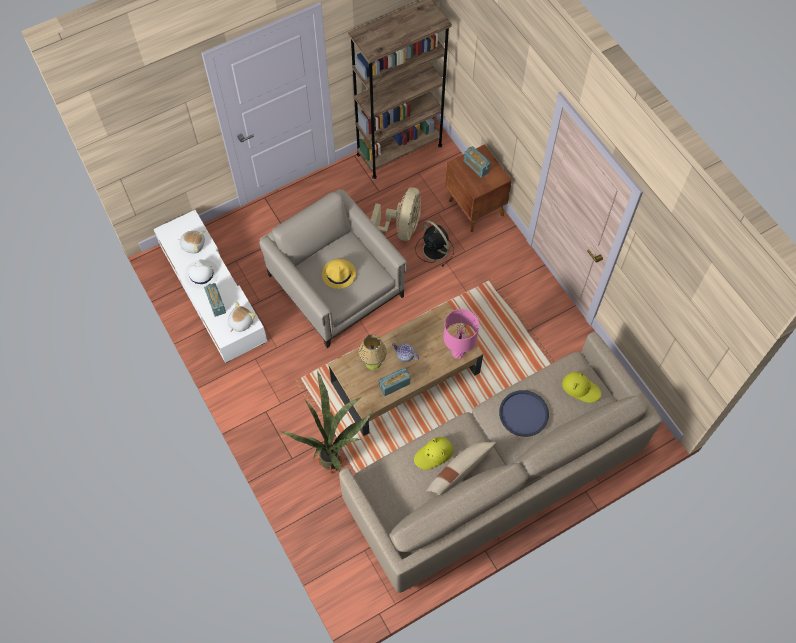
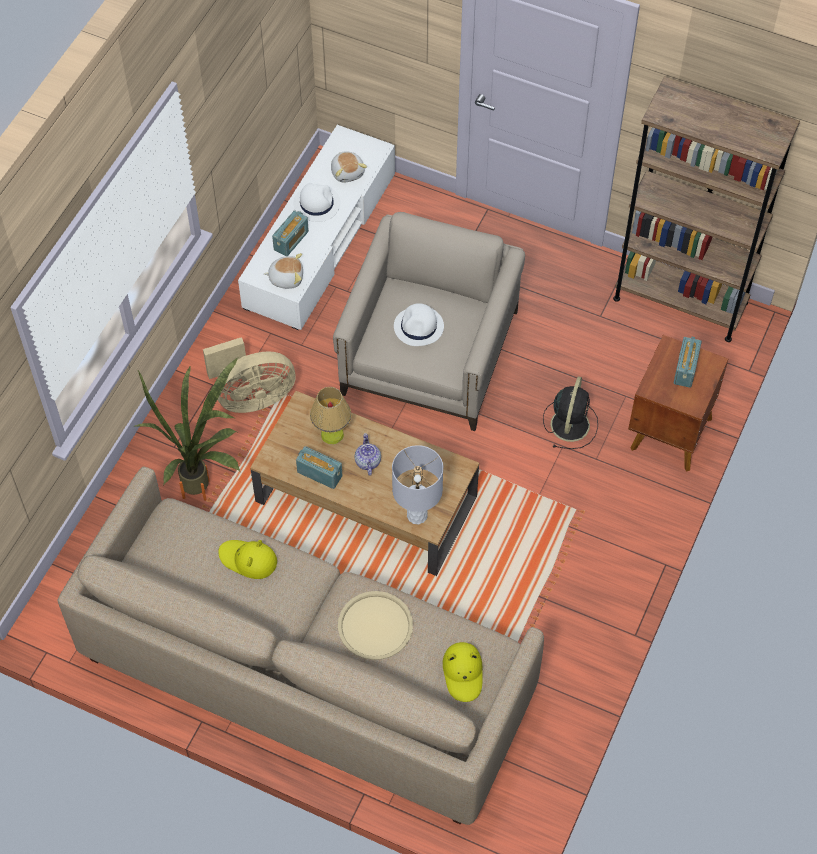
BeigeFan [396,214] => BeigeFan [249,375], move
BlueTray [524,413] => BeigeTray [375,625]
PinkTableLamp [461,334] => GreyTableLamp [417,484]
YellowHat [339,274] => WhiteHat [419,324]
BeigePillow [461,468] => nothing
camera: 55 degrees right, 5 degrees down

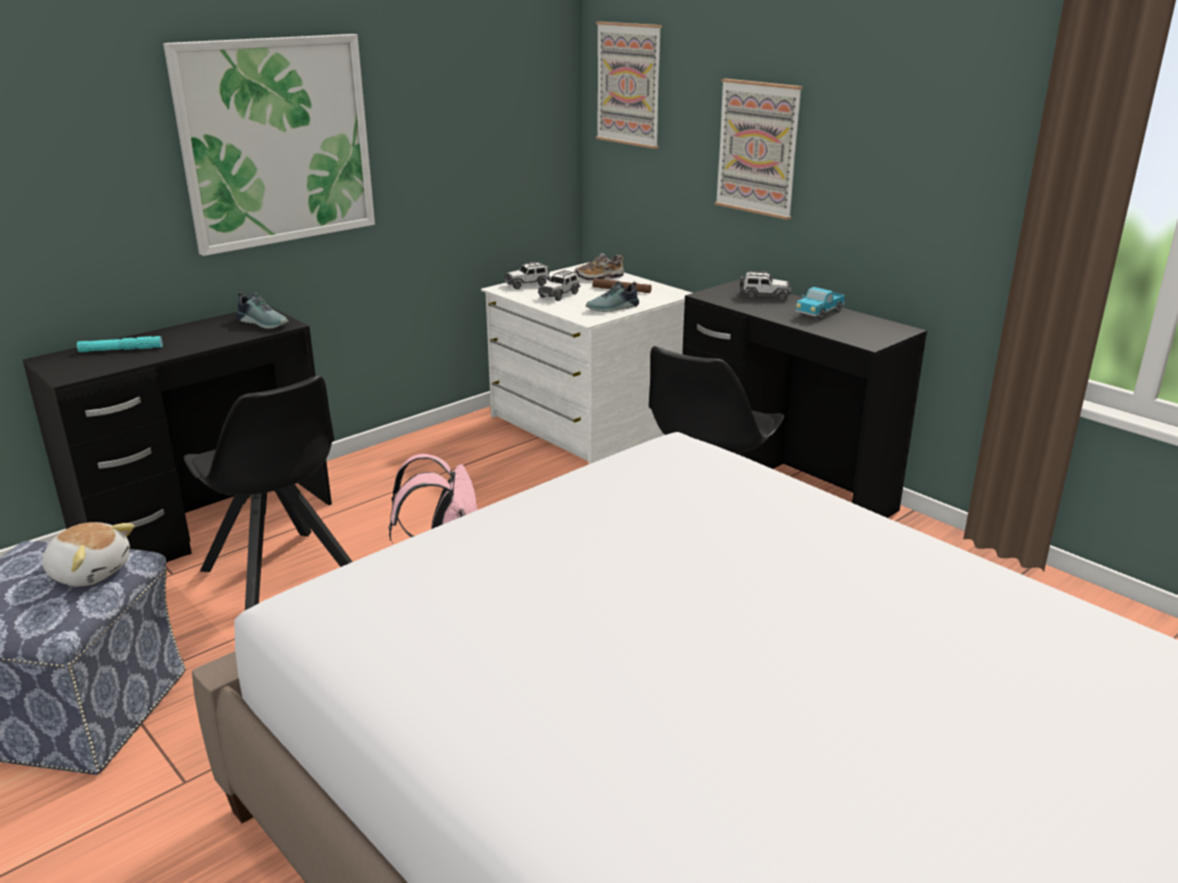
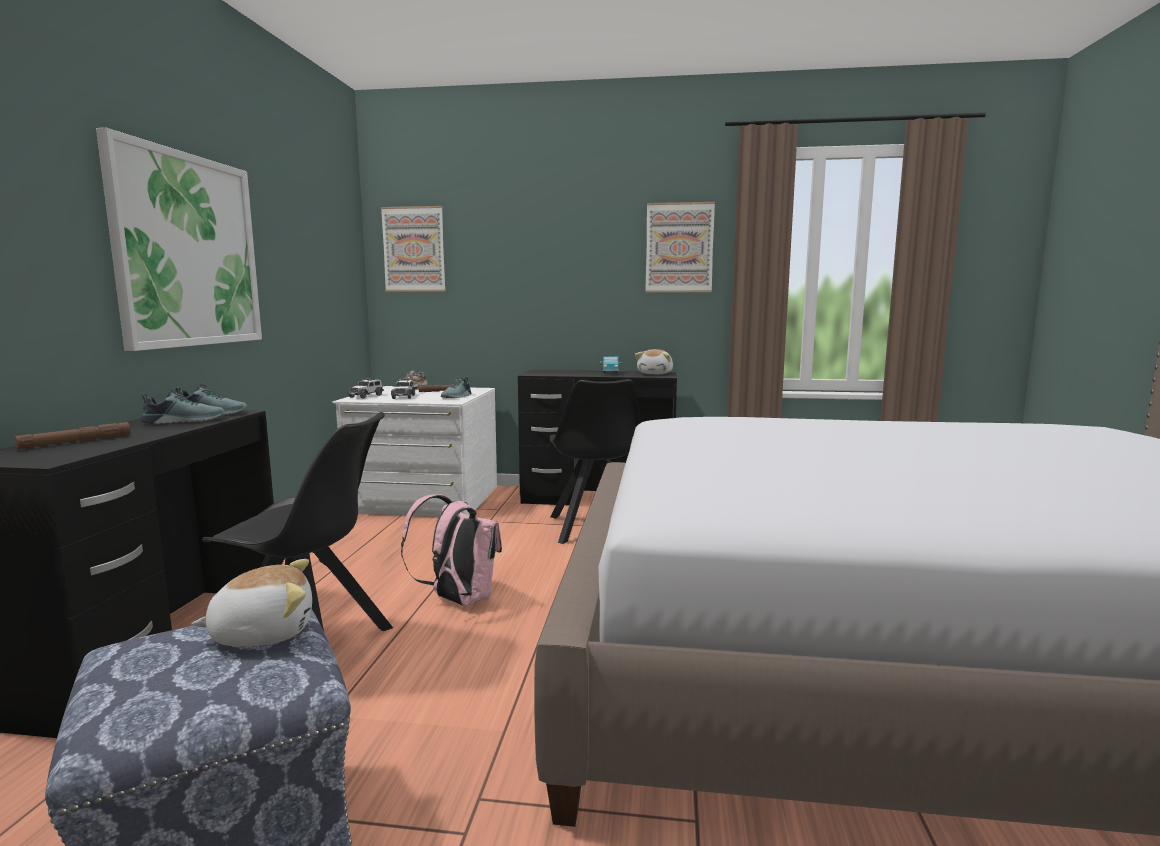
TurquoiseFlashlight [120,344] => BrownFlashlight [72,435]
nothing => Shoe [182,406]
nothing => PlushToy [654,361]
Picture [759,149] => Picture [680,247], move
ToyCar [766,286] => nothing
camera: 40 degrees left, 15 degrees down

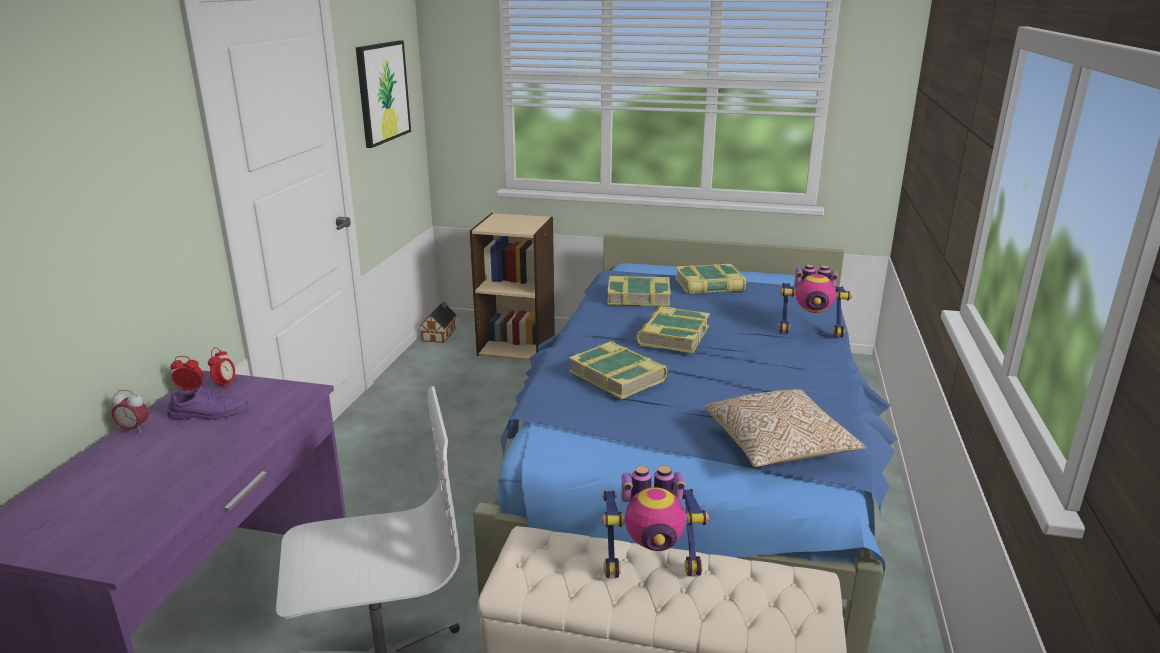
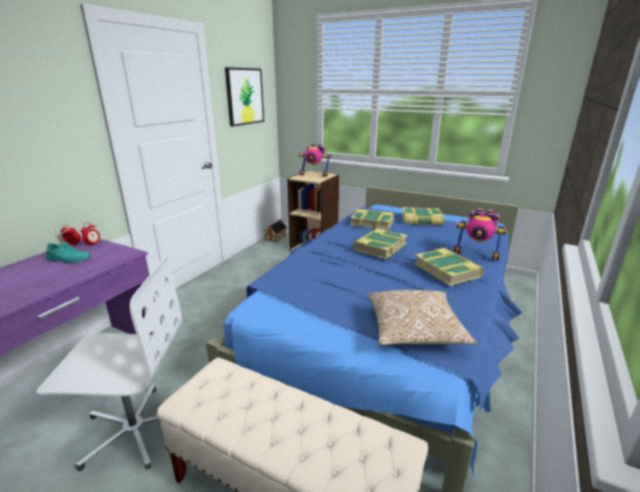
PurpleShoe [208,403] => TurquoiseShoe [68,253]
ToyRobot [655,521] => ToyRobot [314,160], move
Book [618,370] => Book [449,267], move
AlarmClock [130,411] => nothing
camera: 15 degrees right, 0 degrees up

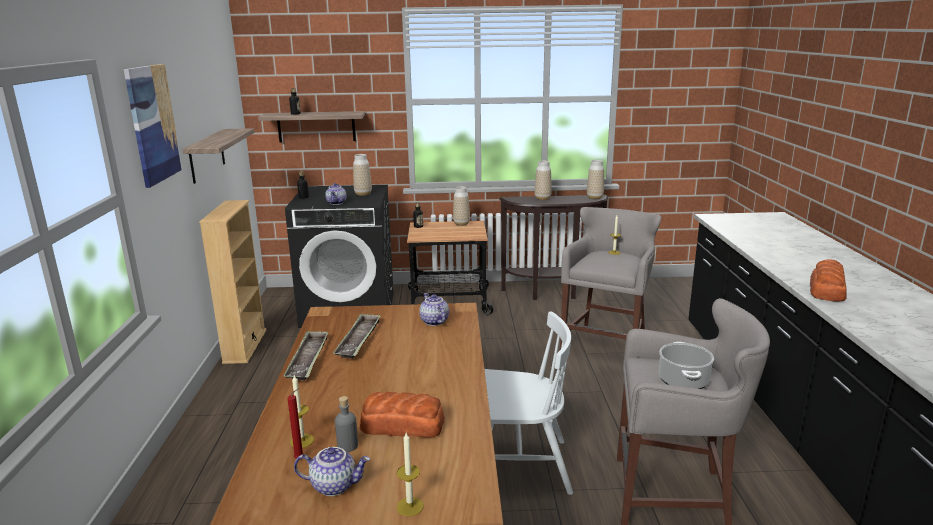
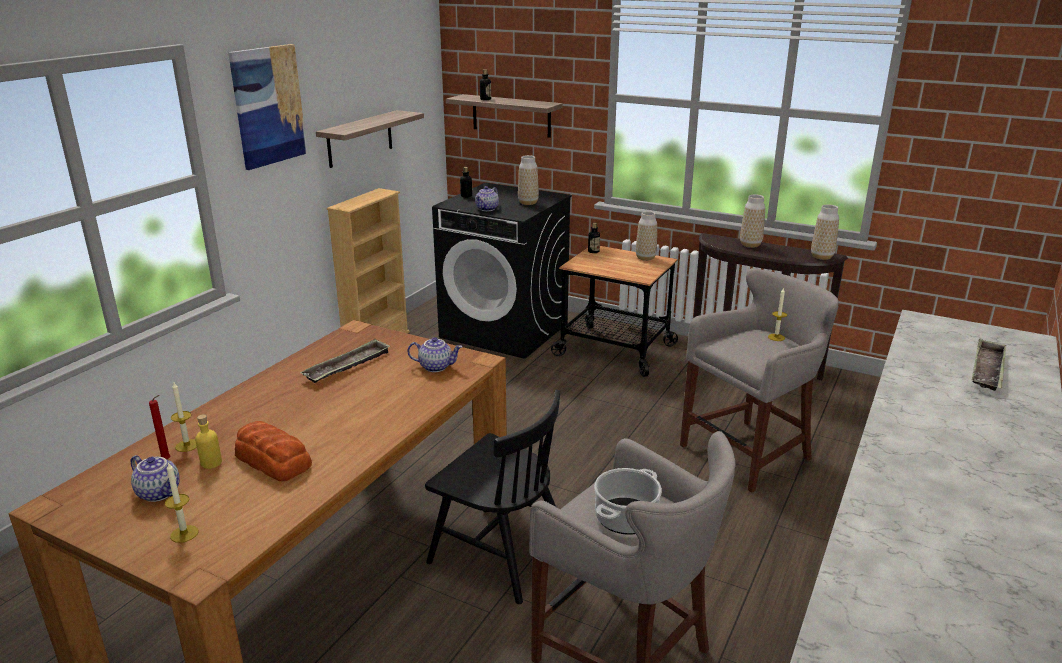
GreyBottle [346,424] => YellowBottle [208,441]
Teapot [434,309] => Teapot [435,354], 90 degrees clockwise
WhiteChair [528,403] => BlackChair [492,497]
Tray [306,356] => Tray [989,364], move
Bread [828,280] => nothing
camera: 30 degrees right, 5 degrees up

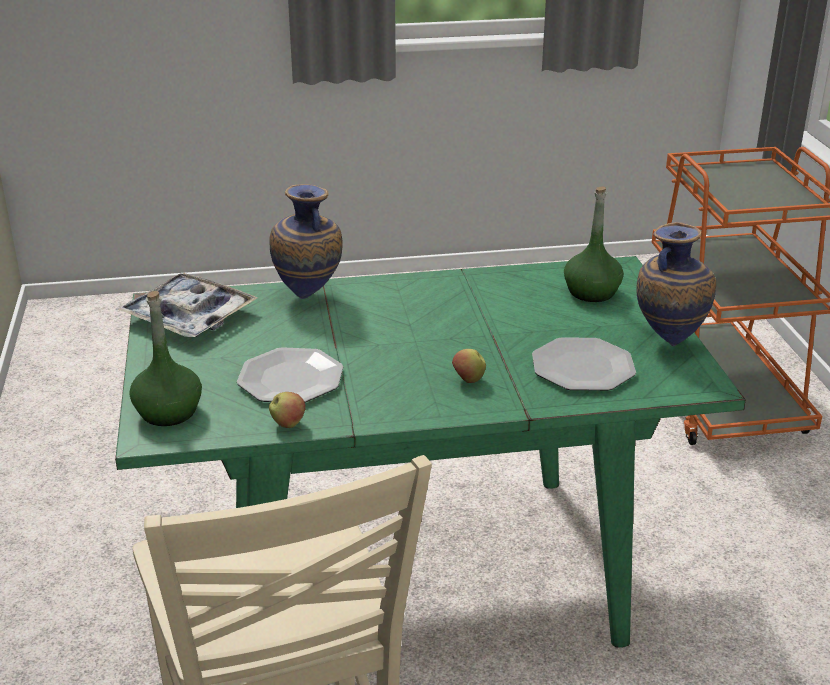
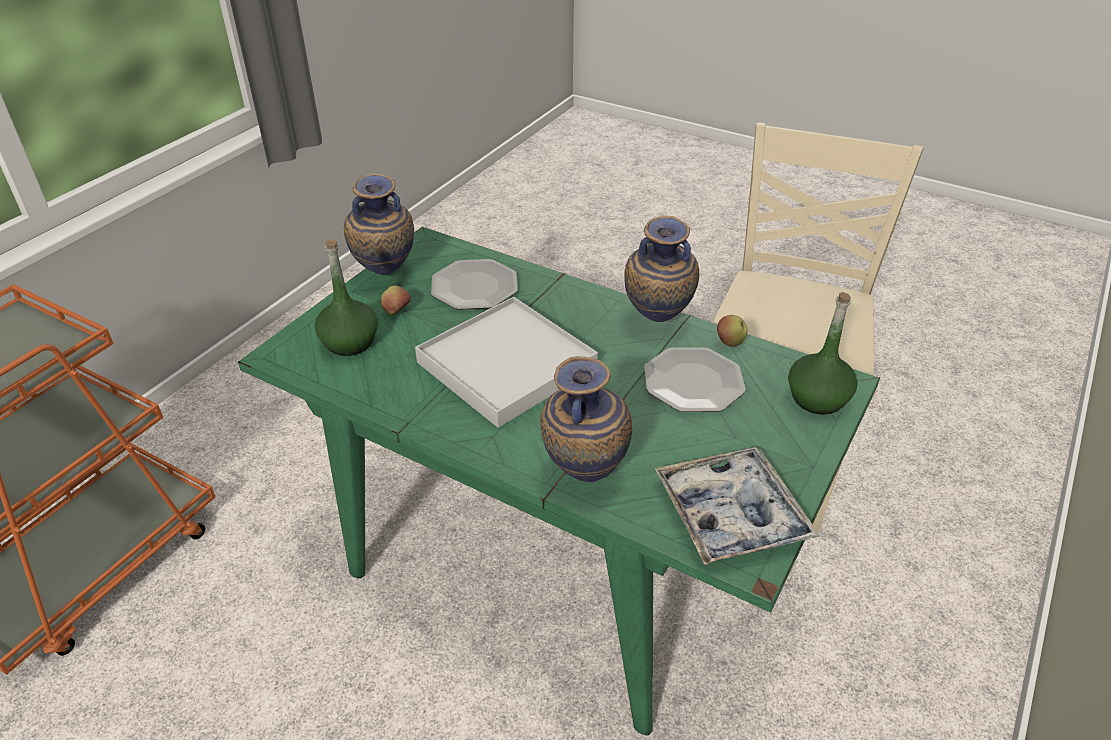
Apple [469,366] => Apple [396,300], move
nothing => WhiteTray [506,362]
nothing => Vase [661,269]
camera: 140 degrees left, 10 degrees up

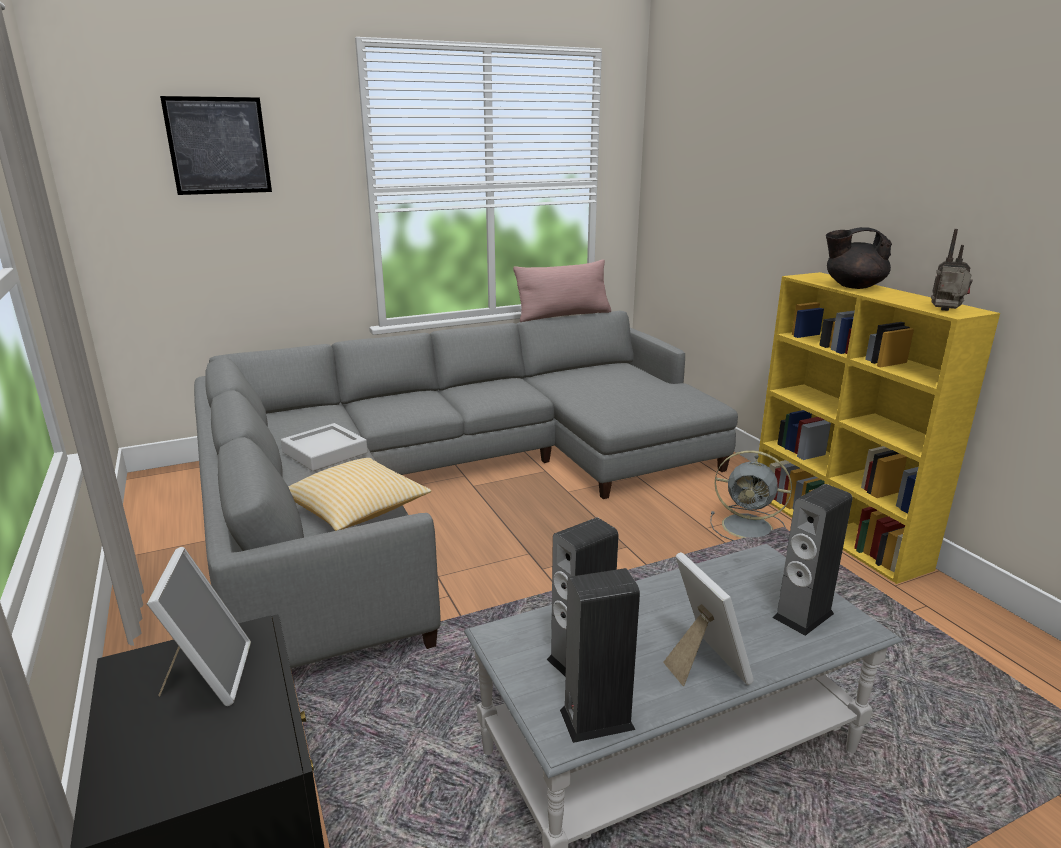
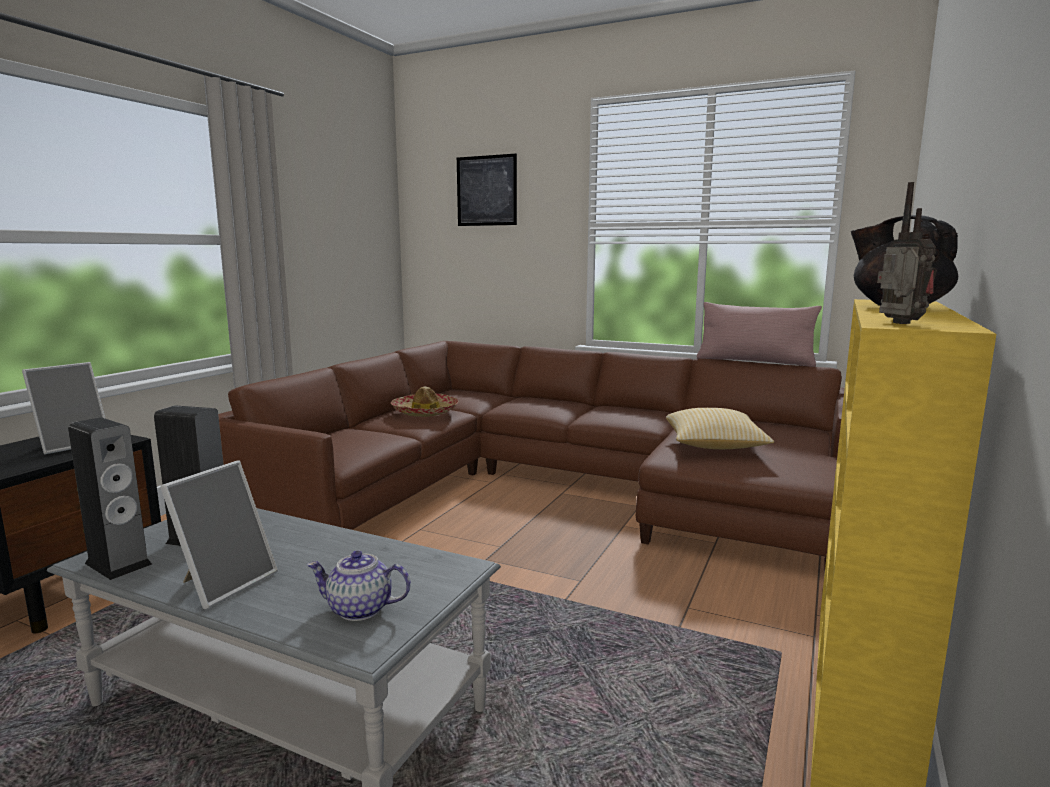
GreySofa [466,490] => BrownSofa [531,457]
Speaker [812,560] => Teapot [359,585]
GreyTray [324,447] => Hat [425,401]
Pillow [360,494] => Pillow [720,428], move
GreyFan [751,495] => nothing
camera: 50 degrees right, 10 degrees down

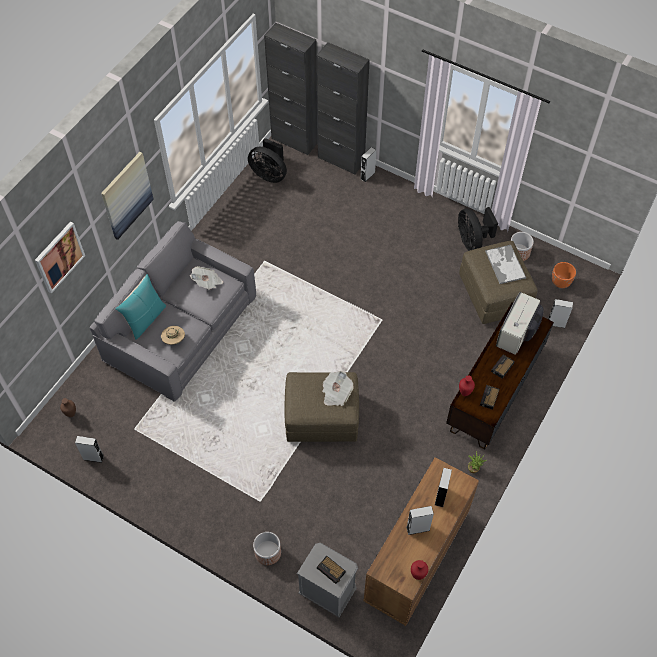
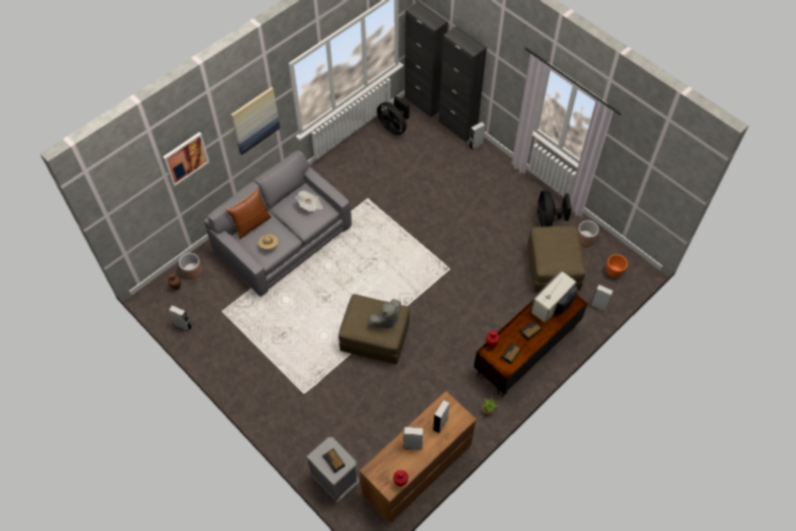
Planter [267,548] => Planter [190,266], move
TurquoisePillow [141,307] => BrownPillow [248,213]
Newspaper [338,388] => GreyPlushToy [385,314]
Tray [505,264] => nothing
camera: 15 degrees right, 0 degrees up

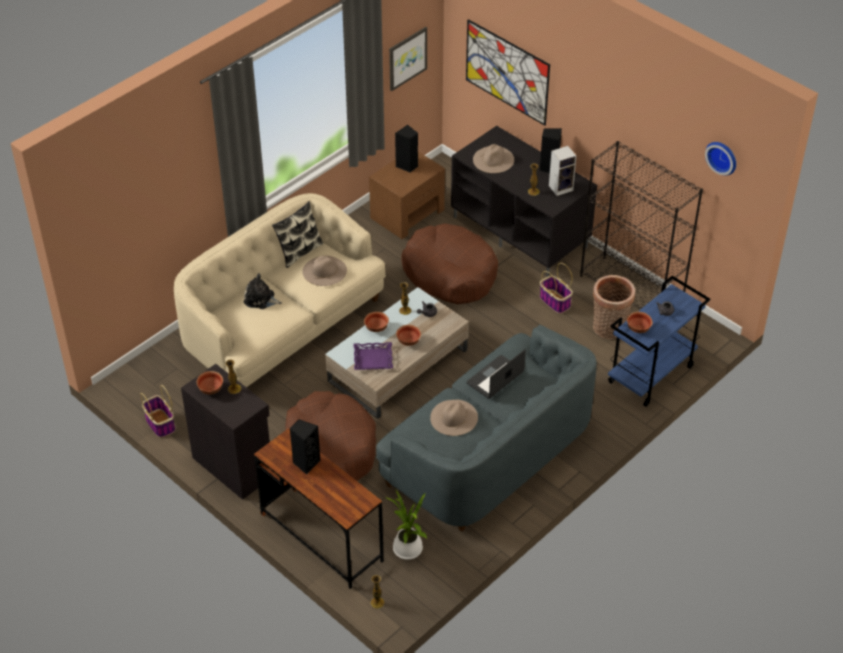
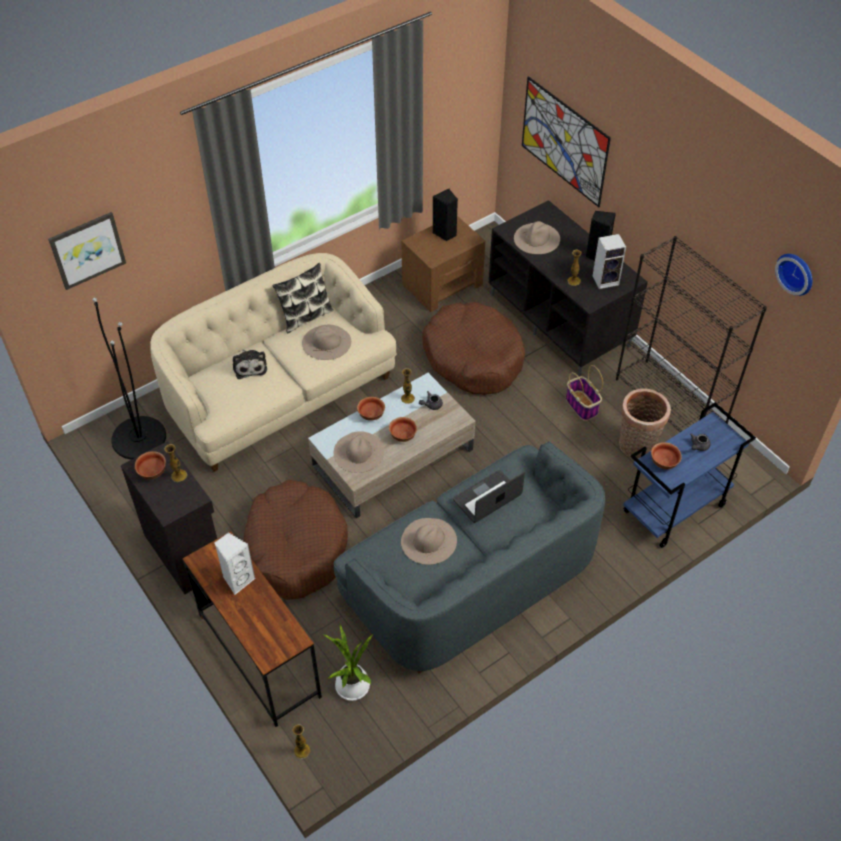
Picture [408,59] => Picture [87,251], move
nothing => BlackFloorLamp [129,378]
BlackSpeaker [304,447] => WhiteSpeaker [235,563]
PlushToy [262,291] => PlushToy [250,364], 135 degrees counterclockwise
PurpleTray [373,356] => BeigeHat [359,452]
Basket [157,411] => nothing
camera: 10 degrees right, 5 degrees up

